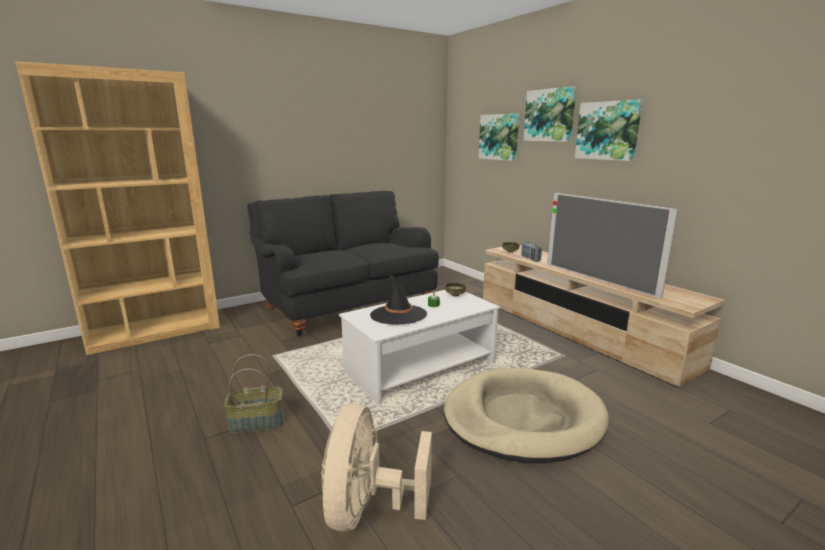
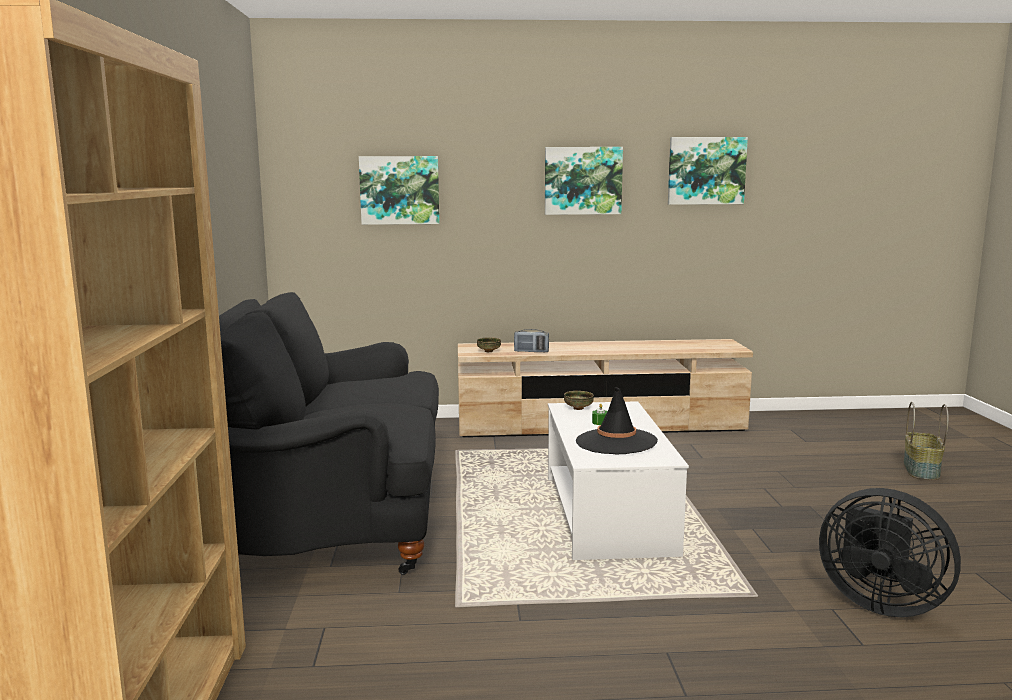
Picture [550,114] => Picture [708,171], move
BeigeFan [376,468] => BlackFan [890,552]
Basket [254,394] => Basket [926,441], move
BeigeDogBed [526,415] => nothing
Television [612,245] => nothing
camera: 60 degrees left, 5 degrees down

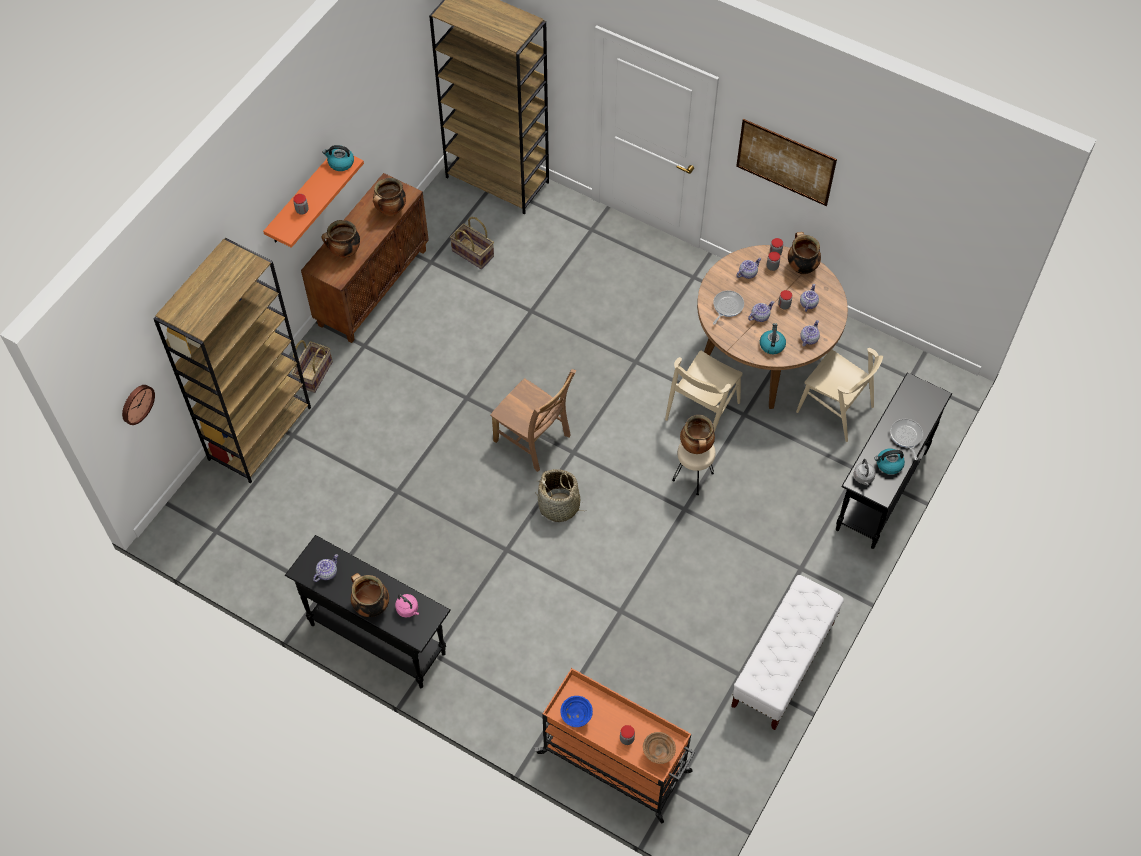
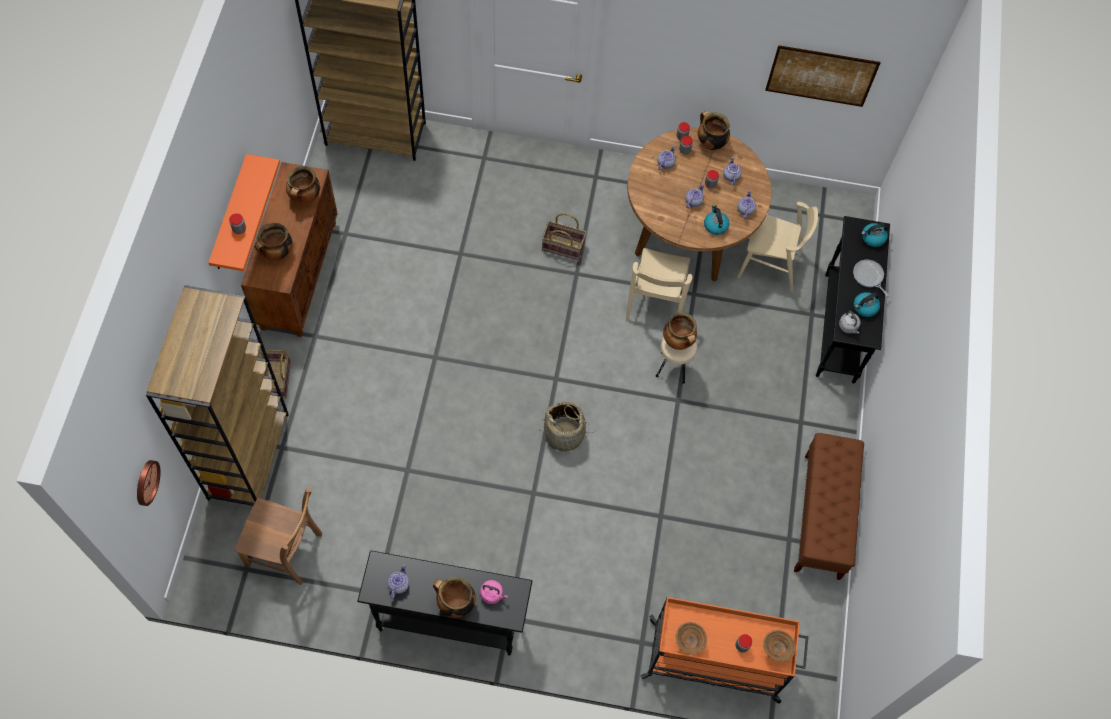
BrownChair [533,420] => BrownChair [278,536], move
Basket [472,243] => Basket [564,236], move
BlueBowl [576,711] => BrownBowl [691,638]
Picture [786,162] => Picture [822,76], move
WhiteBench [787,652] => BrownBench [829,506]
Kettle [338,158] => Kettle [874,235], move
FryingPan [728,307] => nothing
camera: 25 degrees left, 5 degrees up

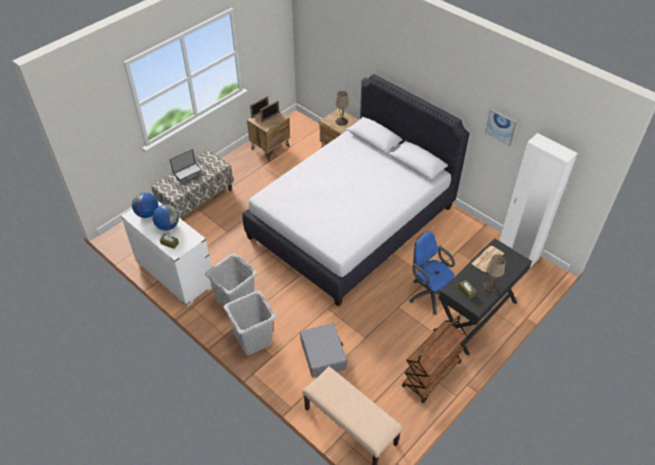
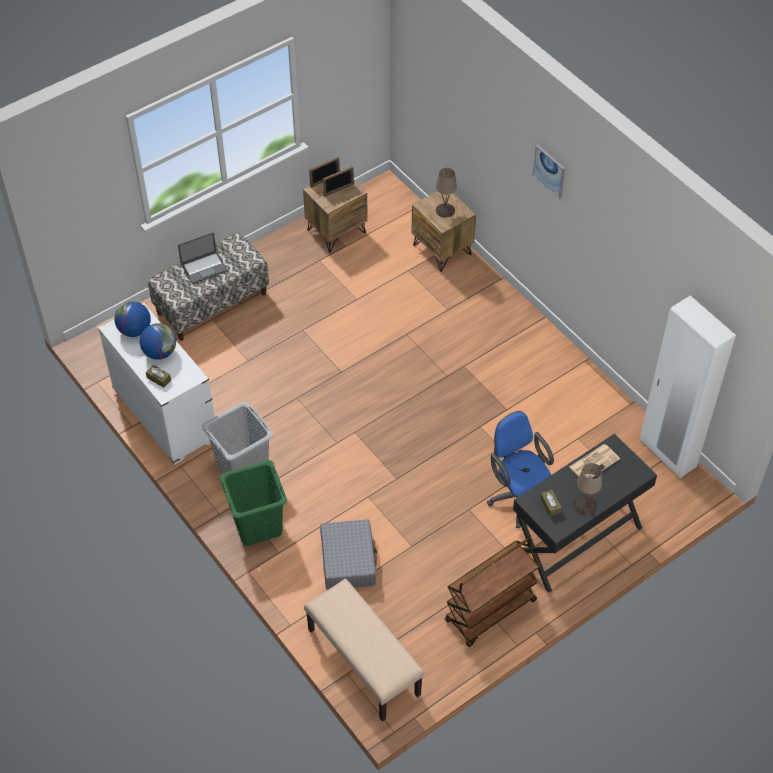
GreyLaundryBasket [250,322] => GreenLaundryBasket [253,503]
Picture [501,127] => Picture [548,172], move
WhiteBed [356,190] => nothing
camera: 10 degrees right, 5 degrees up

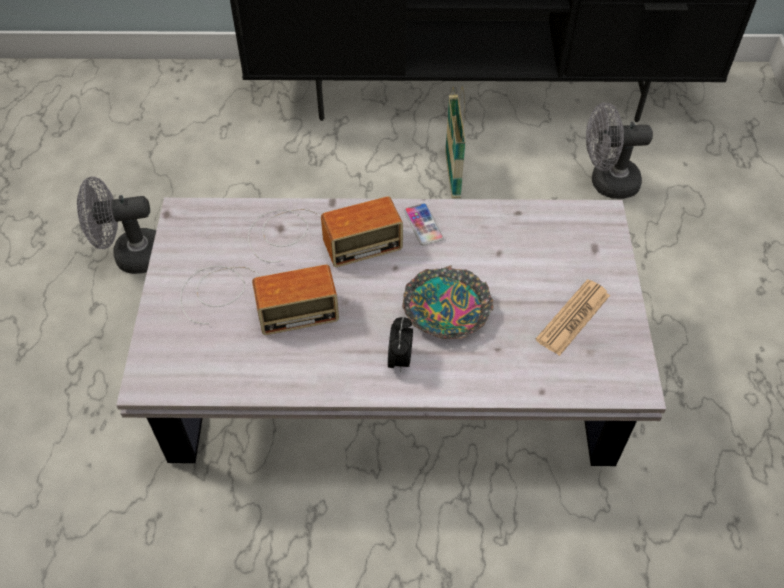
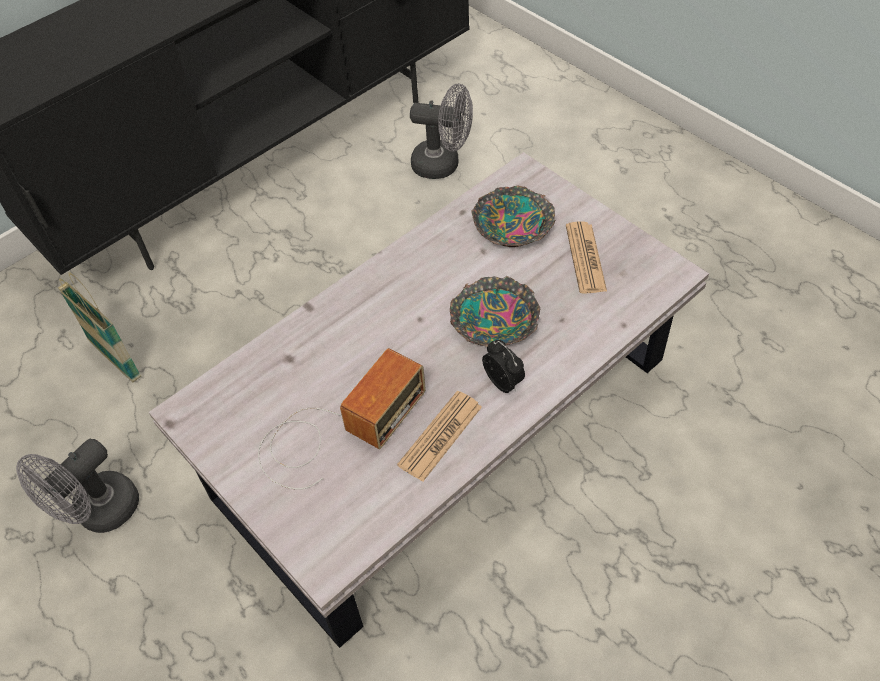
Basket [455,142] => Basket [99,327], move
nothing => Newspaper [439,436]
GreyFan [619,150] => GreyFan [441,131], 120 degrees counterclockwise
nothing => Bowl [513,216]
Radio [325,231] => nothing
Phone [424,224] => nothing
camera: 40 degrees left, 0 degrees up

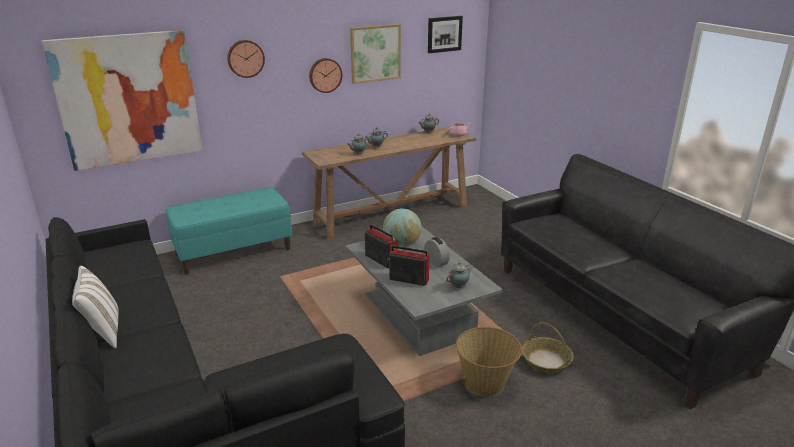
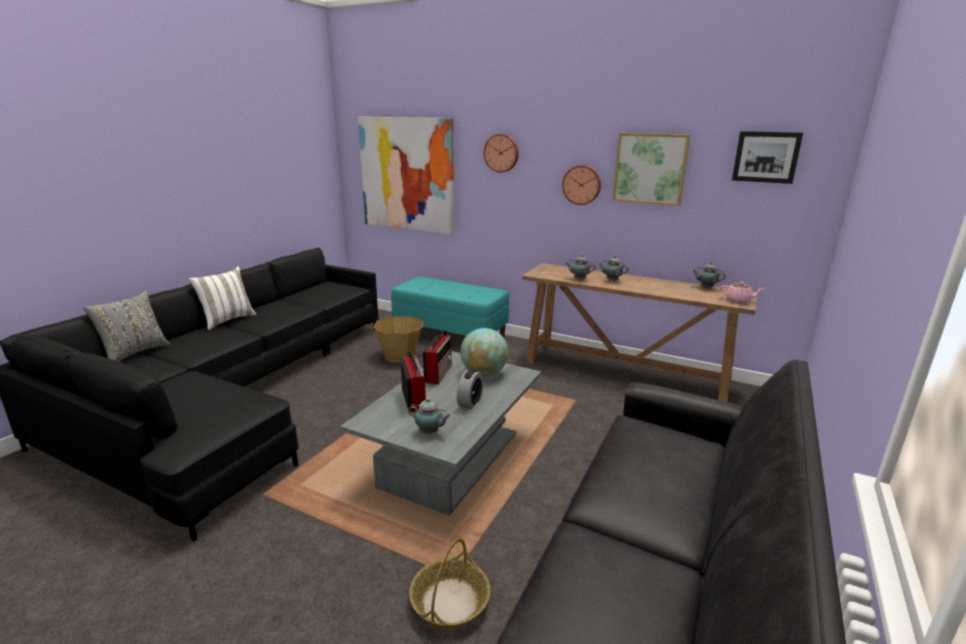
nothing => GreyPillow [127,326]
Basket [489,361] => Basket [399,339], move
camera: 55 degrees right, 5 degrees down

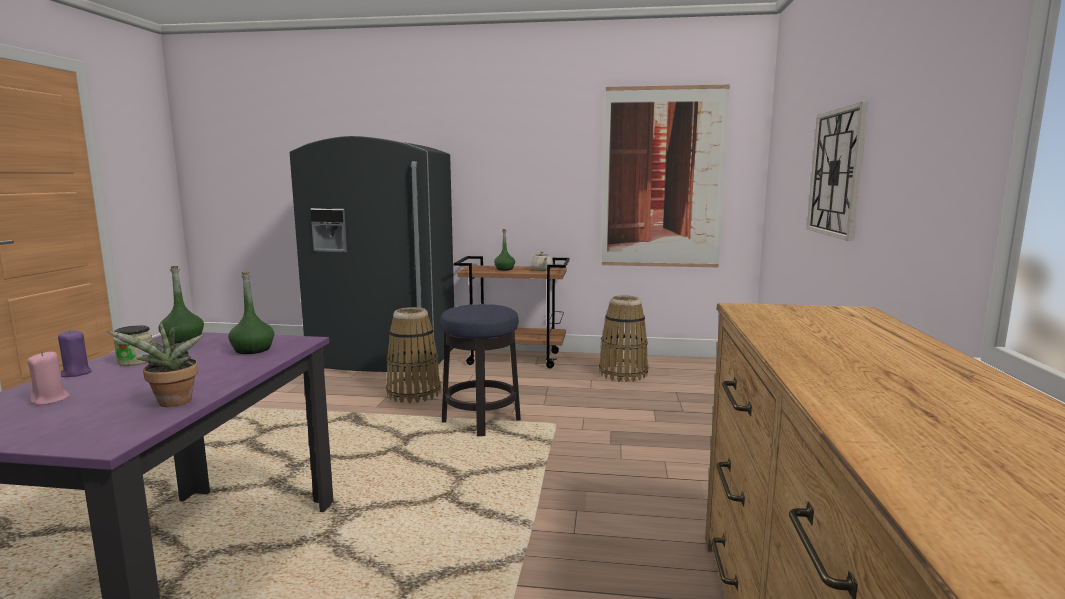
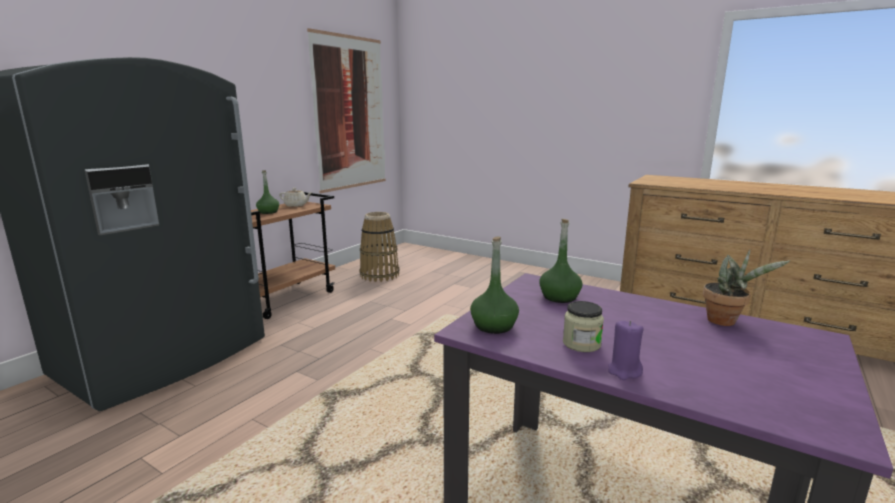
PinkCandle [48,378] => nothing
Basket [413,355] => nothing
Stool [480,370] => nothing
WallClock [838,171] => nothing
camera: 65 degrees left, 5 degrees up

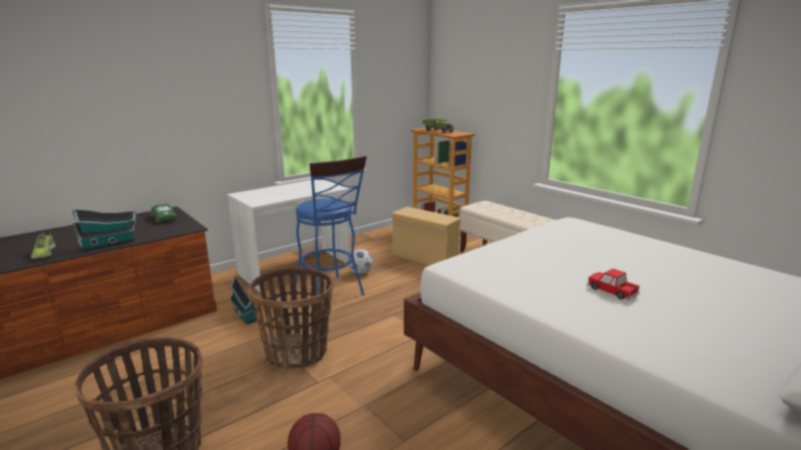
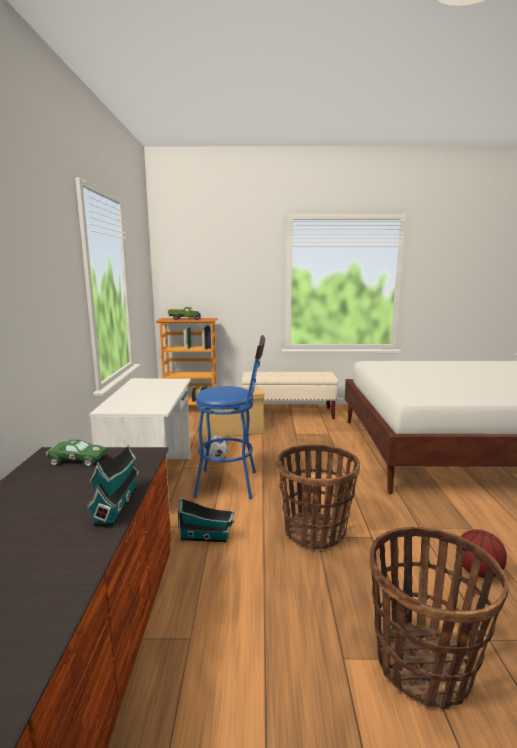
Shoe [43,245] => nothing
ToyCar [613,284] => nothing
camera: 50 degrees left, 5 degrees down

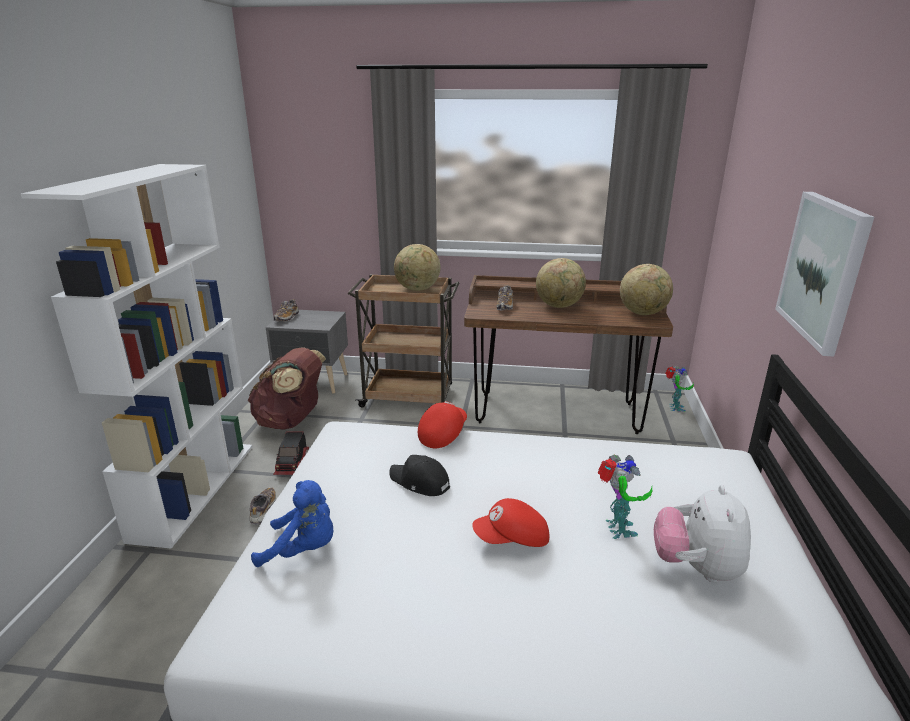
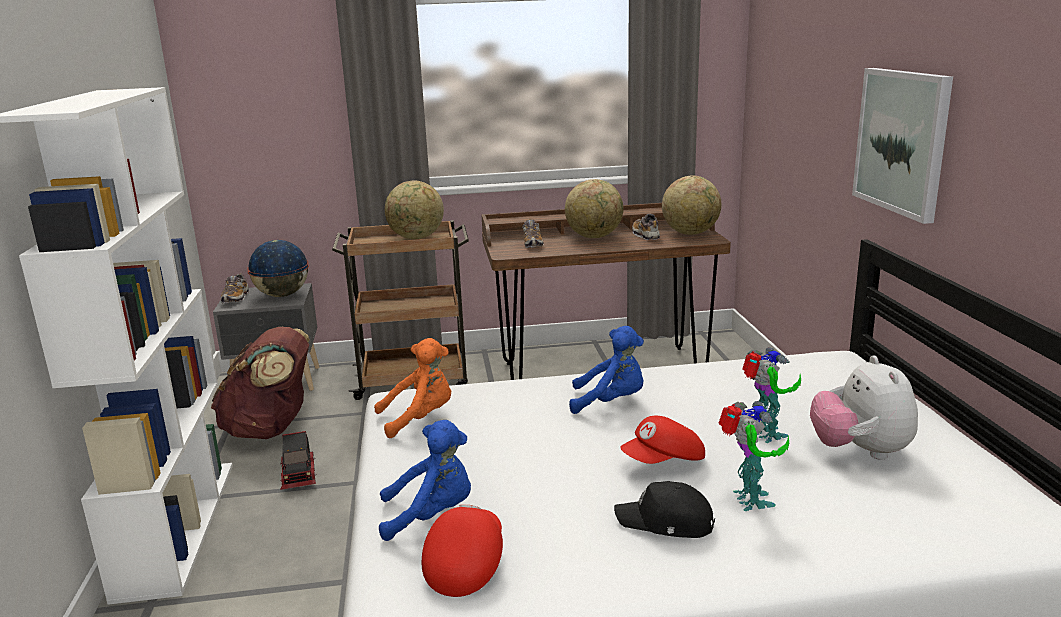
nothing => Globe [278,268]
nothing => OrangePlushToy [412,388]
RedCap [442,425] => RedCap [462,550], move
nothing => BluePlushToy [606,370]
BlackCap [419,475] => BlackCap [664,509], move
Shoe [263,505] => Shoe [646,227], move
ToyRobot [679,389] => ToyRobot [753,456], move
camera: 15 degrees left, 5 degrees down

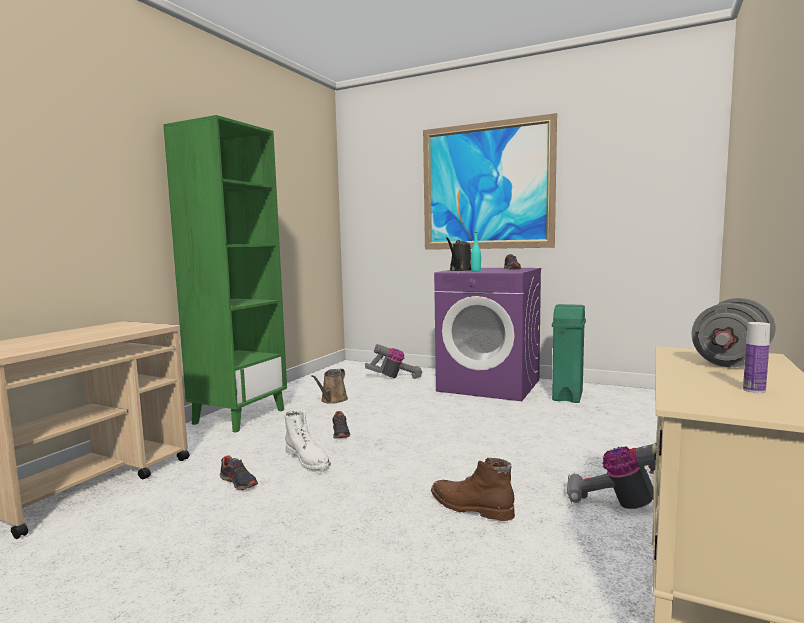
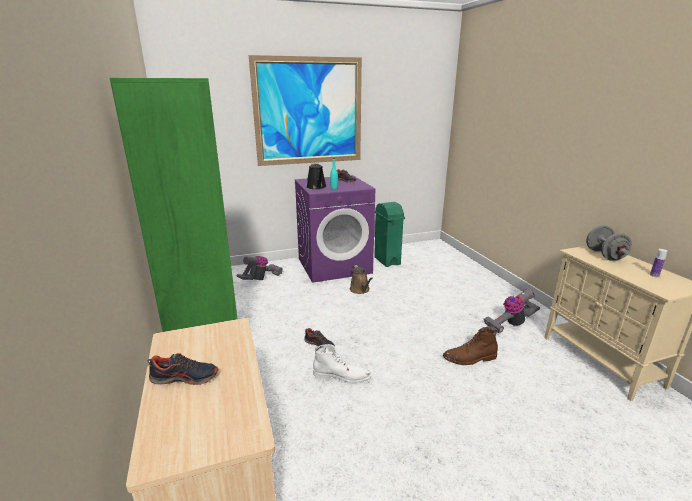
Shoe [239,472] => Shoe [183,369], move
BrownWateringCan [329,386] => BrownWateringCan [361,279], move
camera: 45 degrees left, 15 degrees up

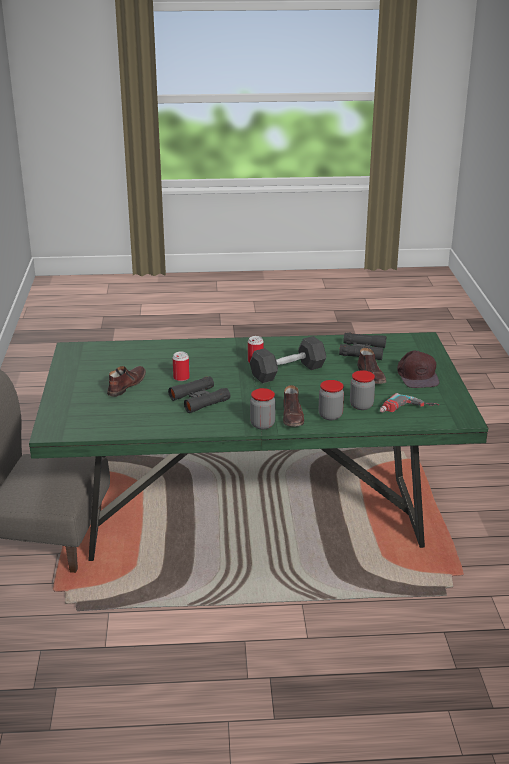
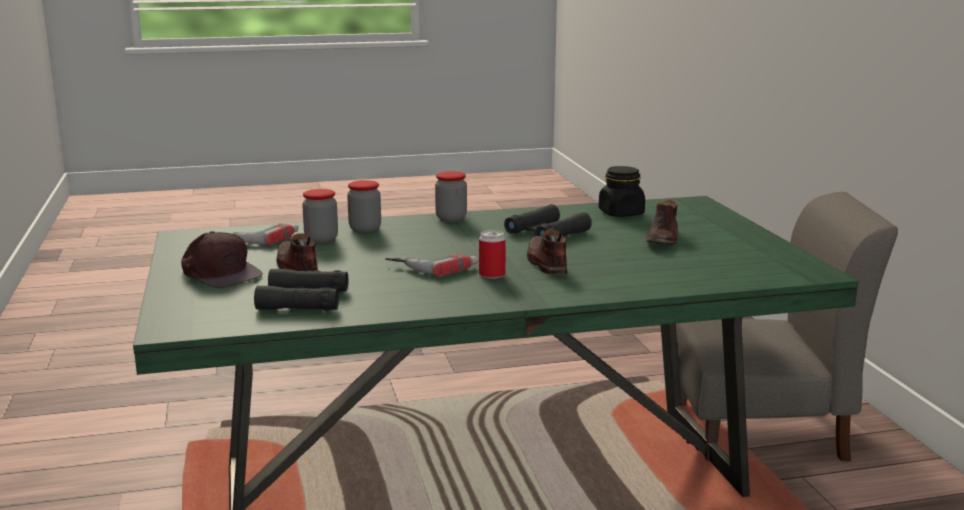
BrownCap [418,369] => BrownCap [222,259], 150 degrees clockwise
GreyDumbbell [288,359] => PowerDrill [432,265]
BrownShoe [293,405] => BrownShoe [547,252], move
nothing => BlackJar [622,191]
Can [181,366] => nothing
camera: 170 degrees right, 10 degrees down

